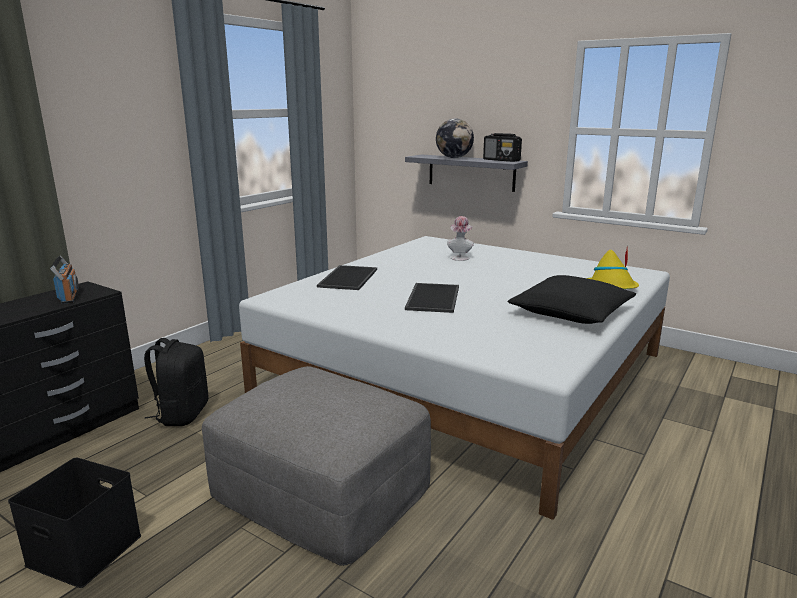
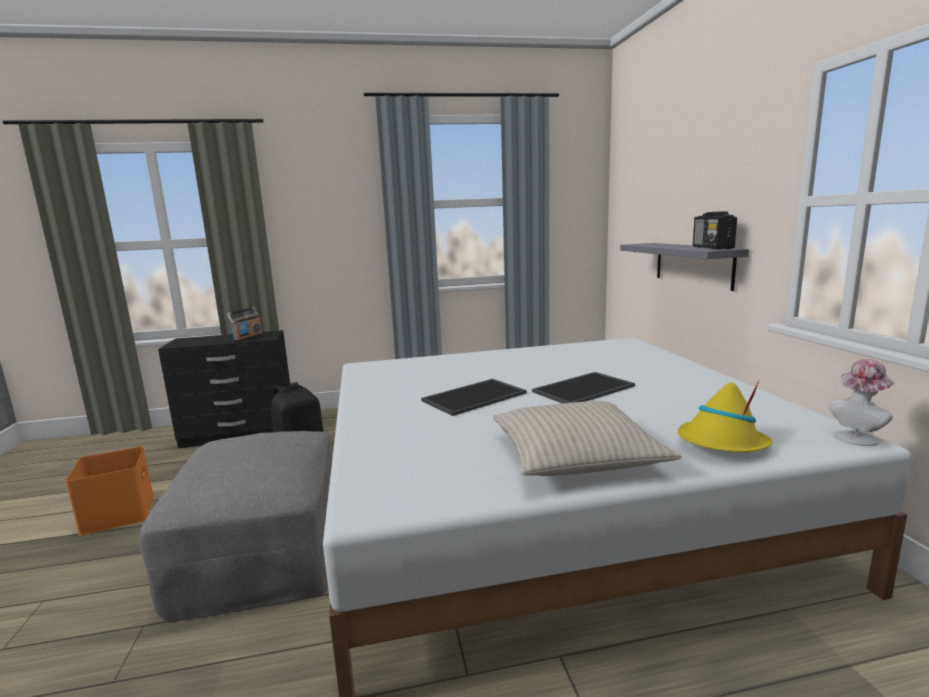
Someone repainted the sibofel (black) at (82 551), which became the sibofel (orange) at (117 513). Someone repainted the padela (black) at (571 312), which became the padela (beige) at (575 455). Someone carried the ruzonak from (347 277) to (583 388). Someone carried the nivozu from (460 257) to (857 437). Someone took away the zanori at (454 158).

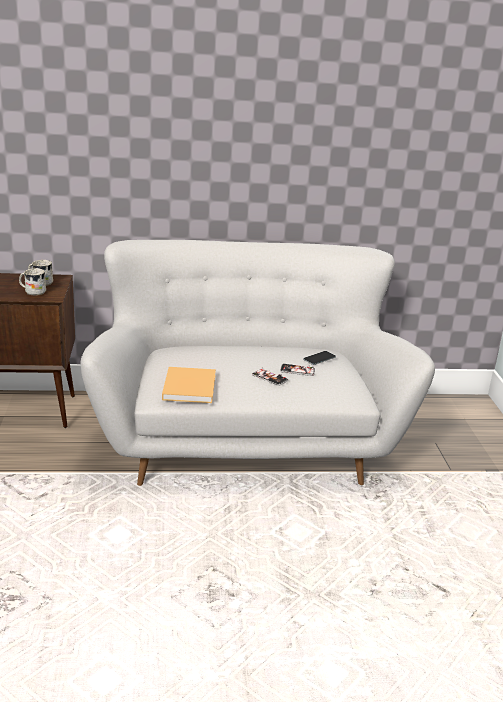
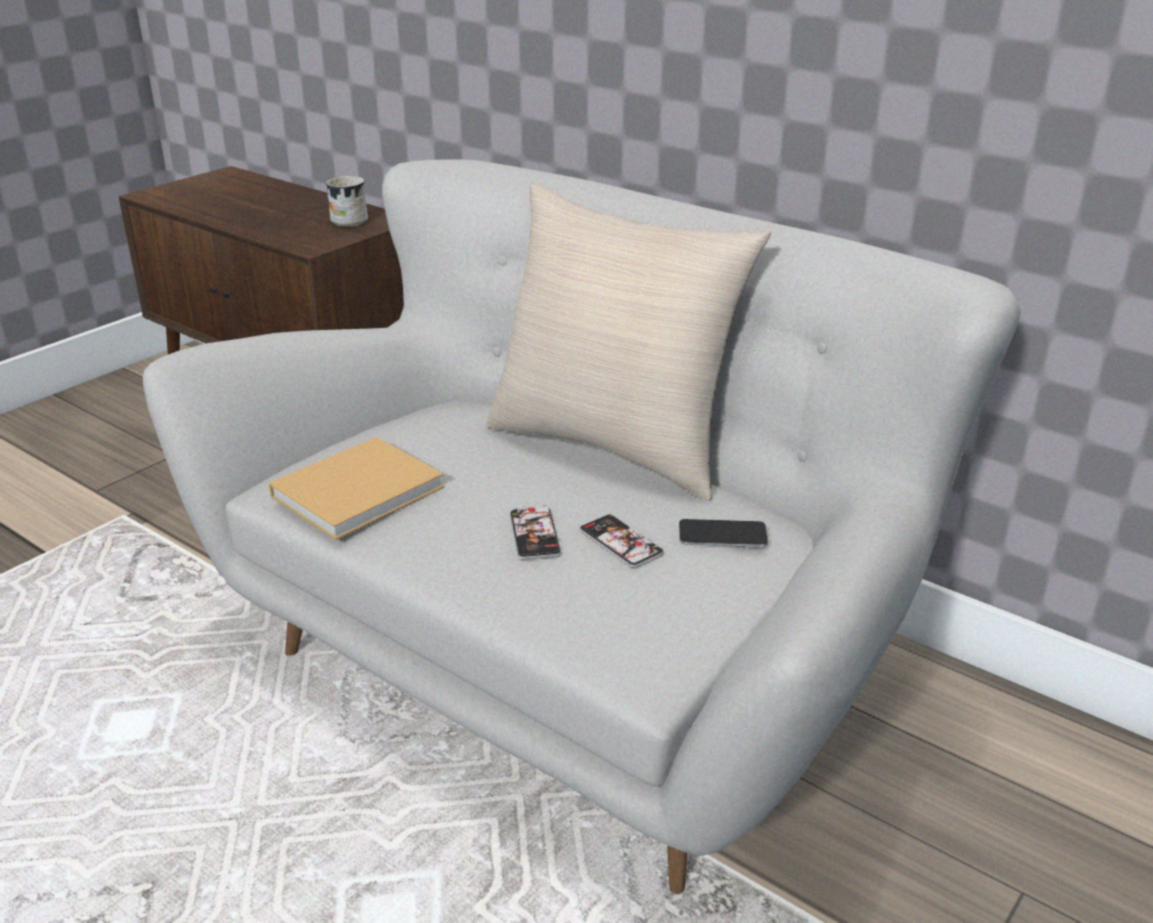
Someone put down the padela (beige) at (614 445). Someone took away the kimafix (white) at (32 291).

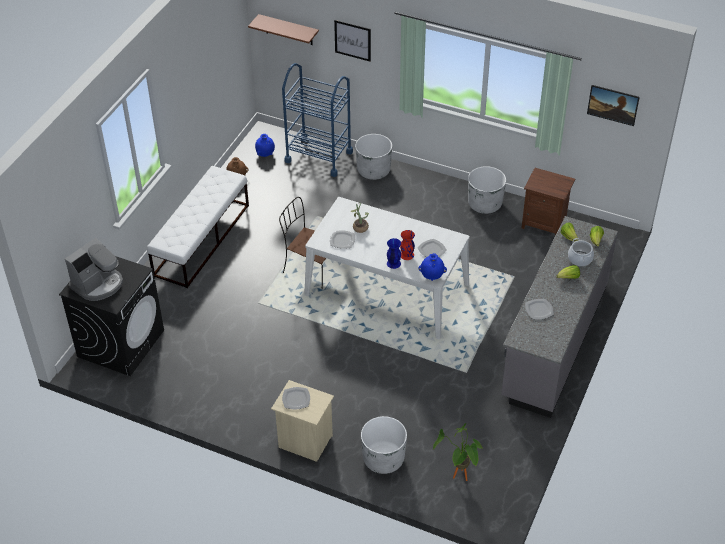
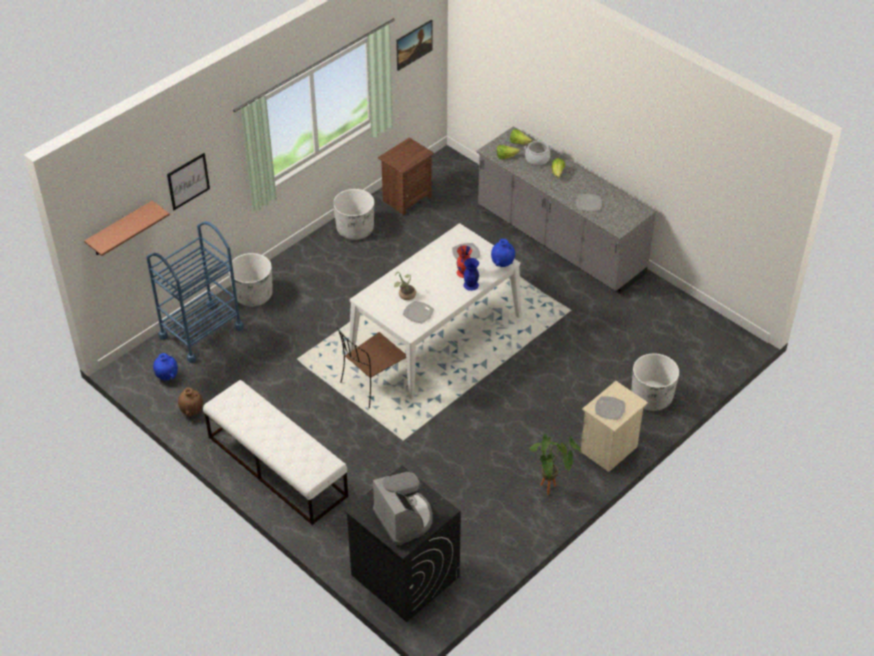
Someone carried the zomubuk from (459 479) to (551 491).

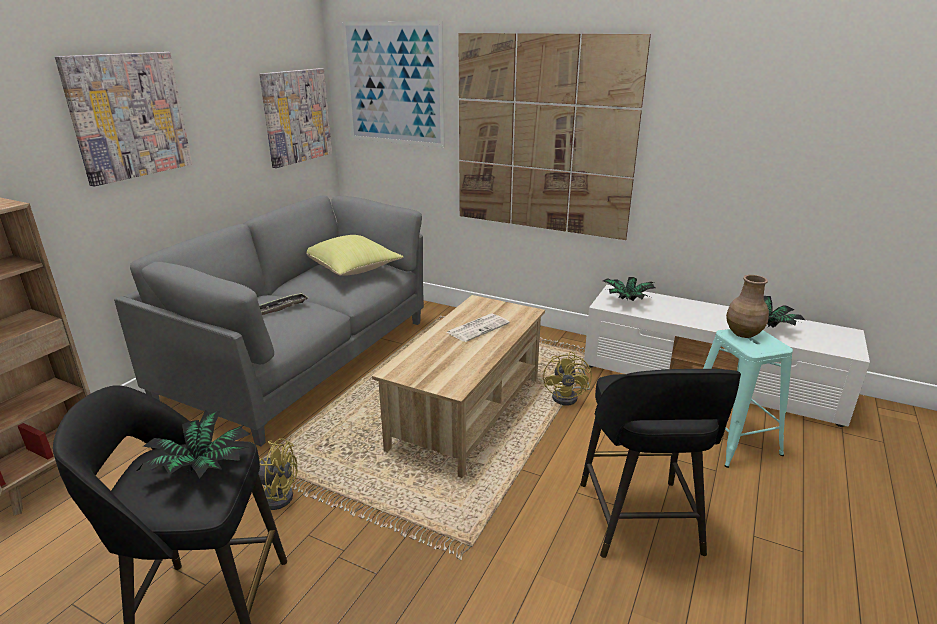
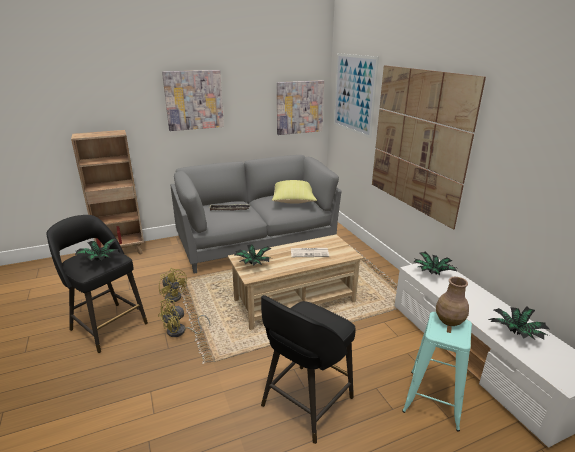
Someone carried the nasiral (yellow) from (569 397) to (180 332). Someone put down the zomubuk at (253 264).

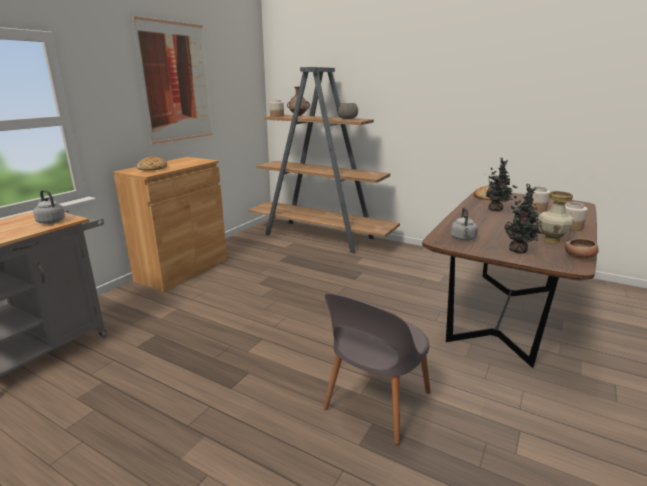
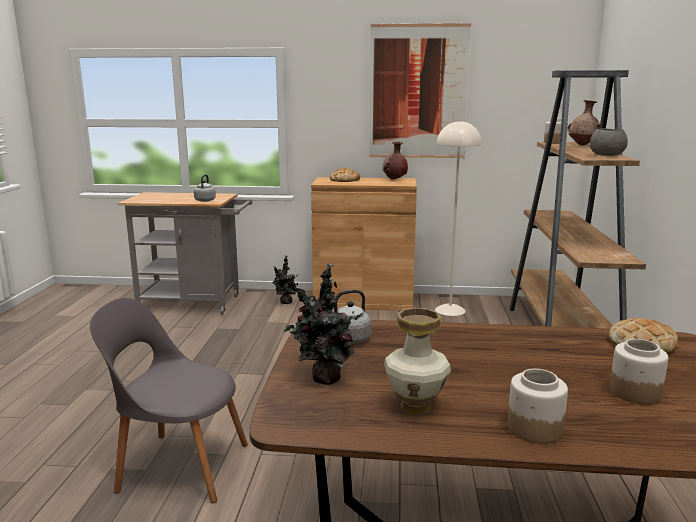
Someone carried the zomubuk from (496 210) to (285 302). Someone put down the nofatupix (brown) at (394 179). Someone put down the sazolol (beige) at (450 310). Someone took away the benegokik at (580 257).

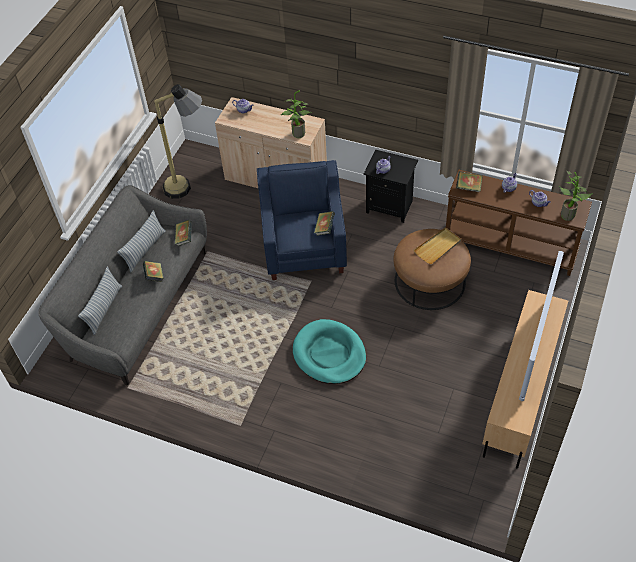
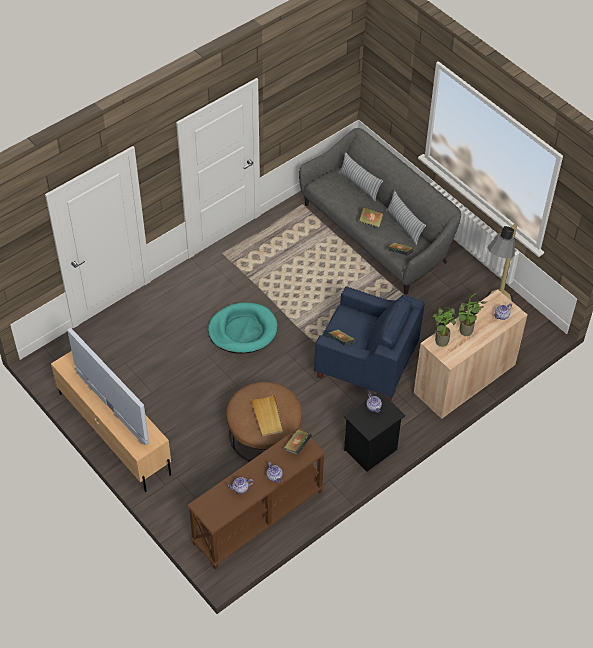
Someone carried the zomubuk from (569 215) to (466 333).

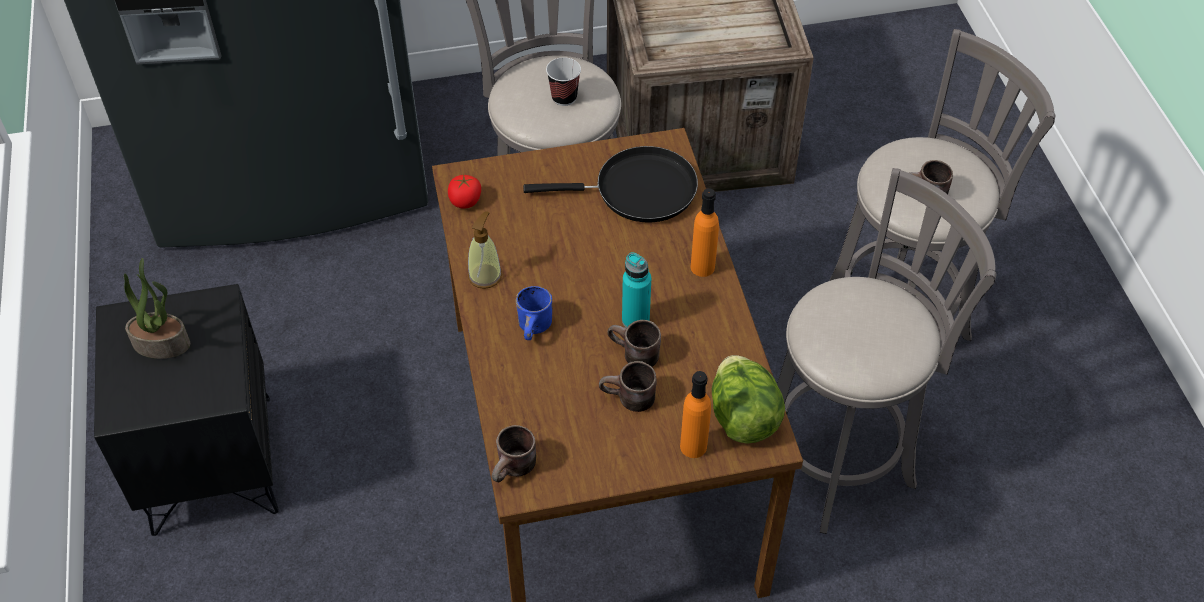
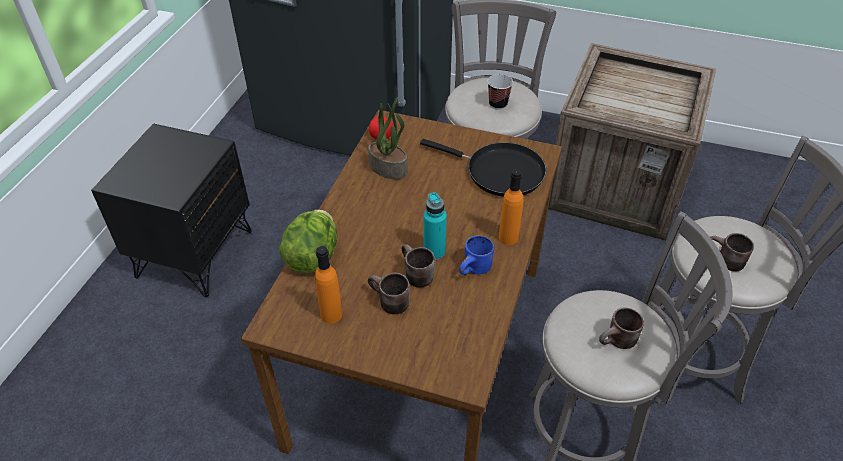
Someone carried the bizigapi from (743 418) to (312 257). Someone carried the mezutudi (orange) from (693 446) to (331 314). Someone carried the zomubuk from (162 343) to (389 168). Someone carried the kimafix (blue) from (536 328) to (476 270). Someone carried the kimafix (brown) from (516 470) to (618 343). Someone took away the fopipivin at (485 276).

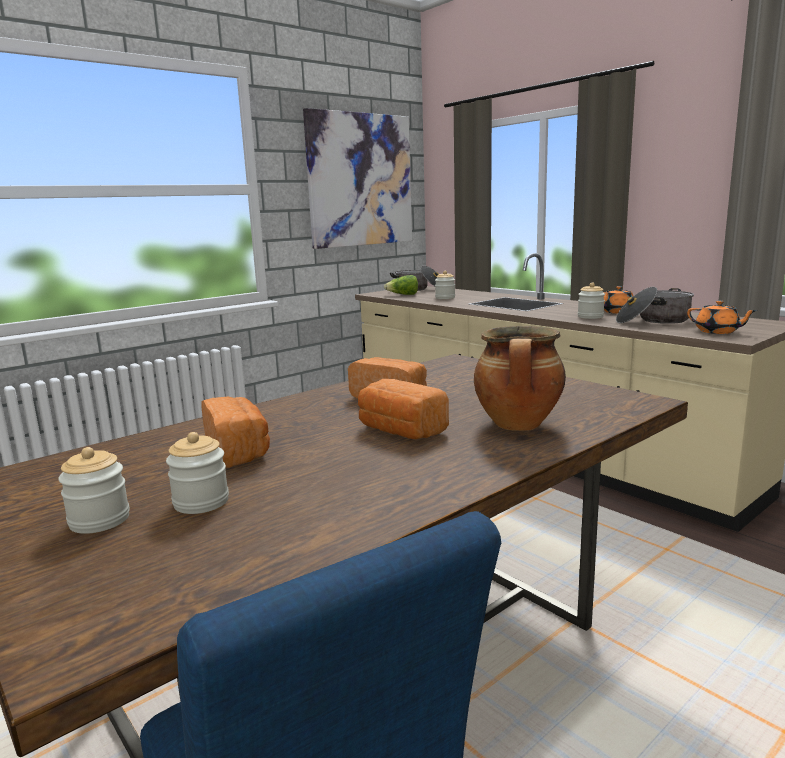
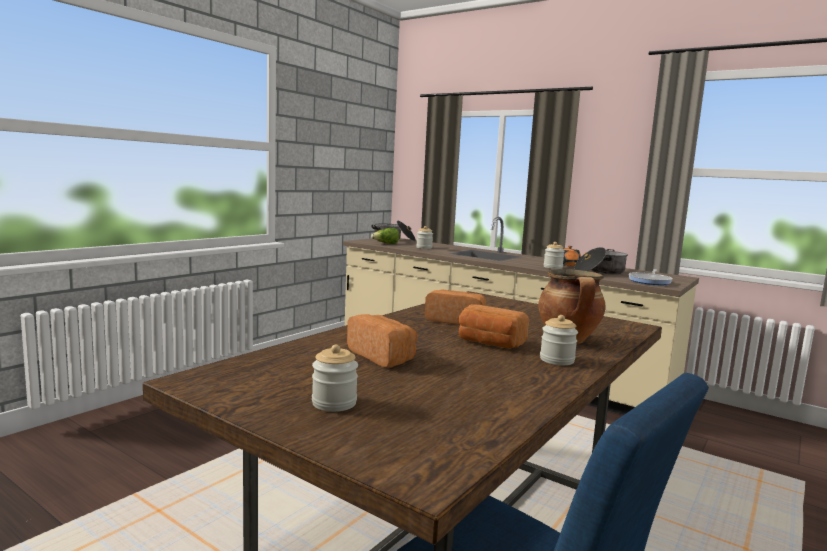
Someone carried the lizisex from (201 502) to (557 360). Someone swapped the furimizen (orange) at (718 332) for the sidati at (650 281). Someone took away the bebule at (360 180).

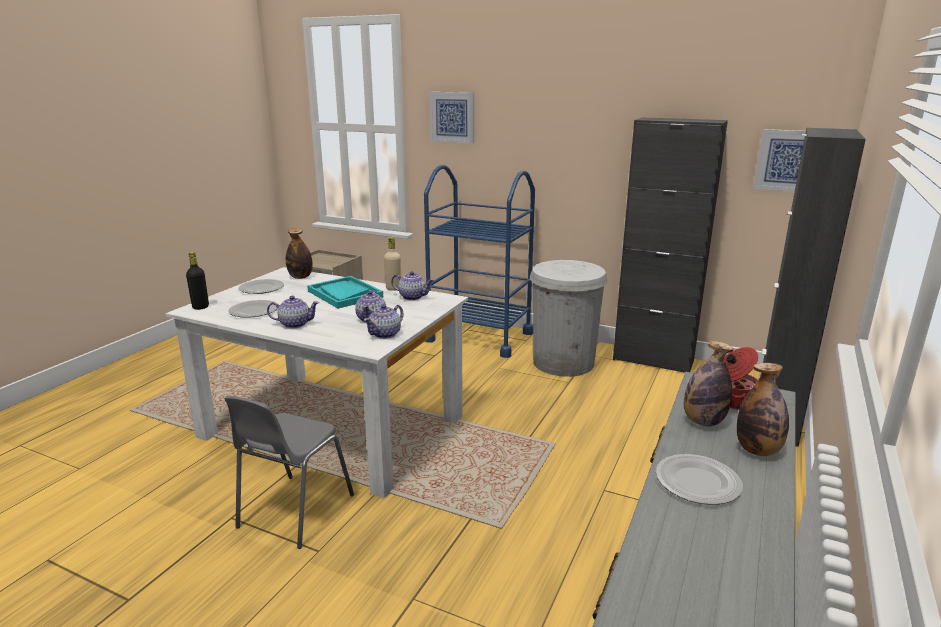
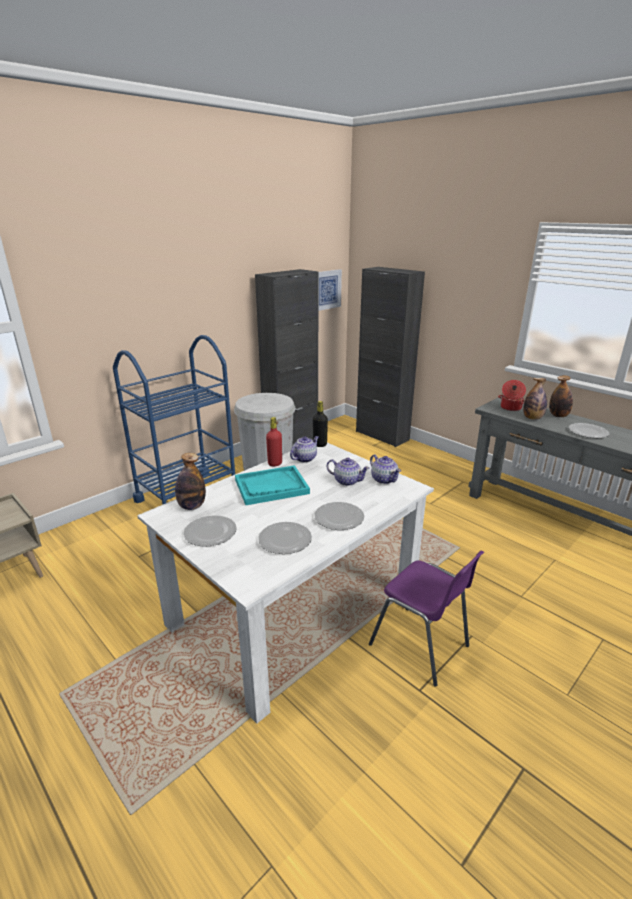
Someone repainted the mezutudi (beige) at (393 288), which became the mezutudi (red) at (275 463). Someone carried the mezutudi (black) from (200 307) to (320 444). Someone swapped the furimizen at (294 324) for the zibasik at (338 518). Someone repainted the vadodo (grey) at (293 512), which became the vadodo (purple) at (421 646). Someone took away the bebule at (452 117).

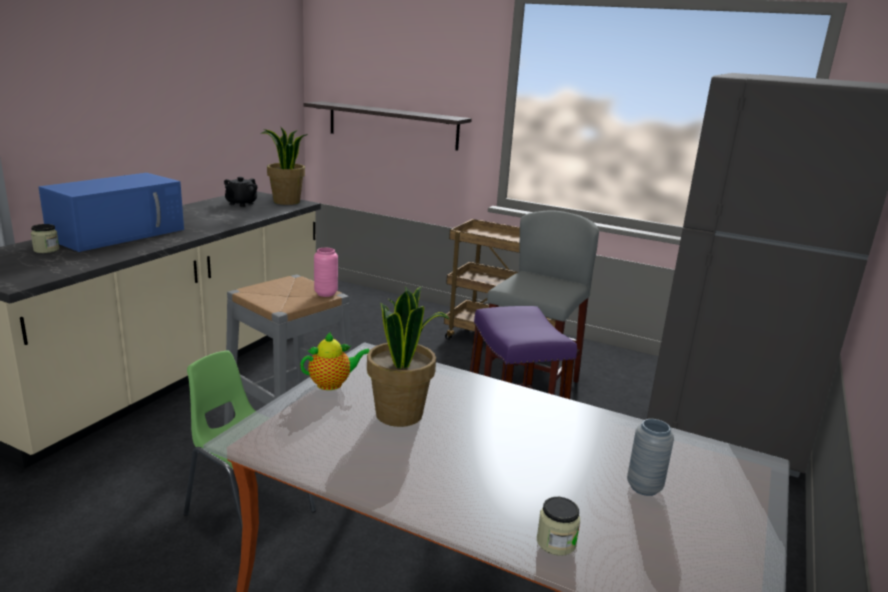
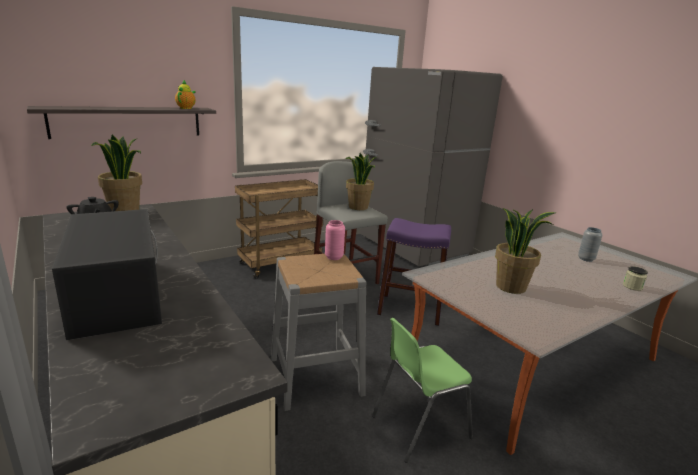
Someone repainted the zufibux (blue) at (119 233), which became the zufibux (black) at (116 293). Someone carried the furimizen from (332 384) to (186 108). Someone put down the zomubuk at (358 207). Someone took away the lizisex at (46 250).

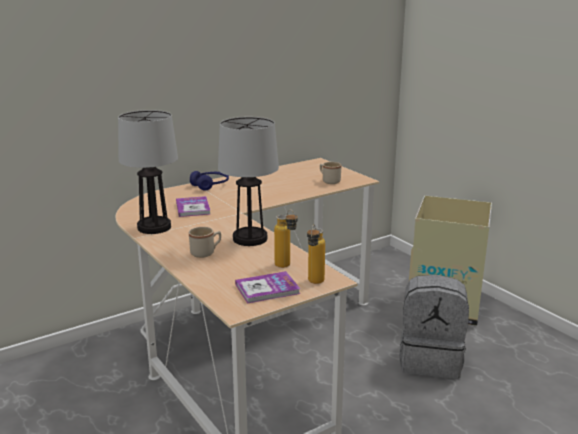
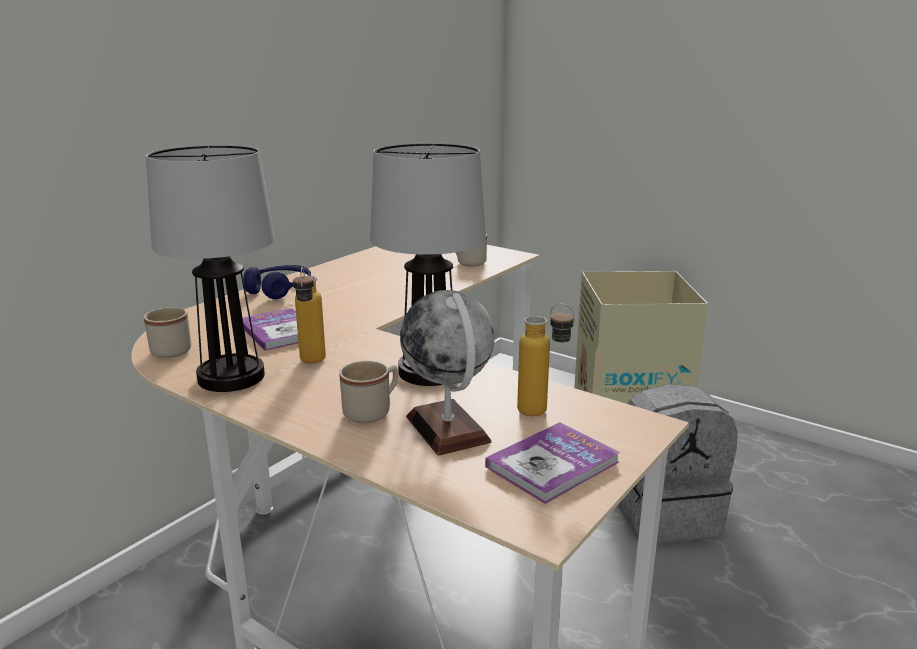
Someone put down the kimafix (beige) at (173 349). Someone carried the mezutudi from (314 283) to (311 363). Someone put down the zanori at (448 429).

